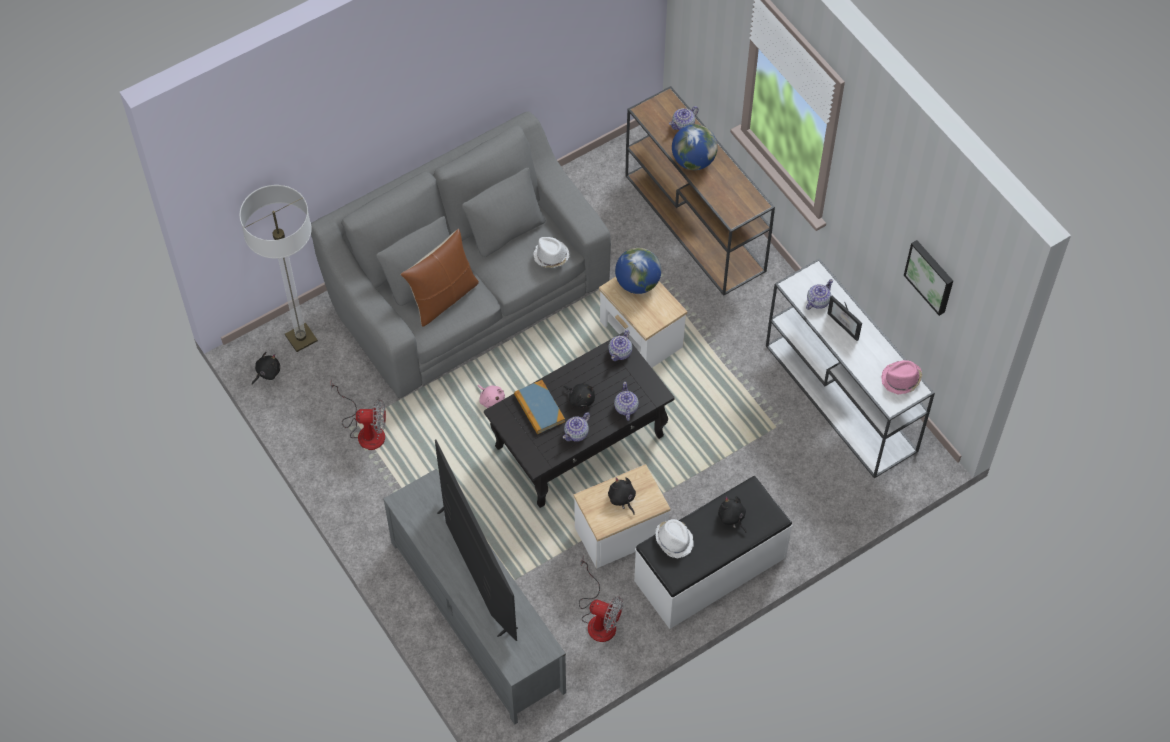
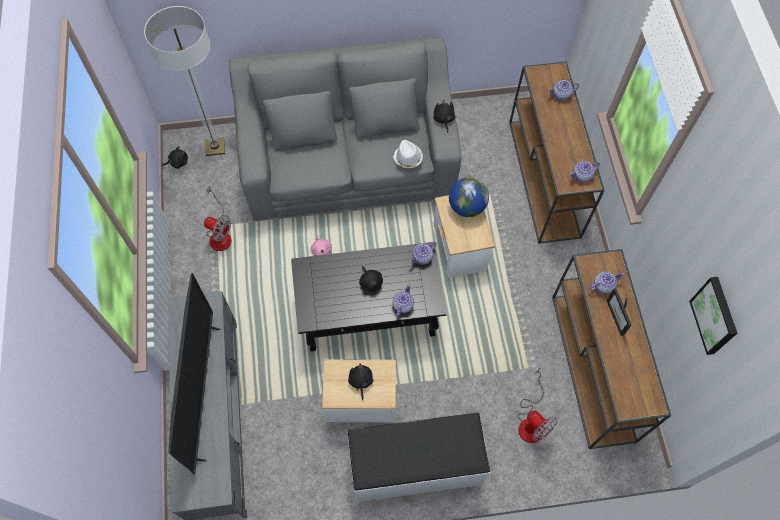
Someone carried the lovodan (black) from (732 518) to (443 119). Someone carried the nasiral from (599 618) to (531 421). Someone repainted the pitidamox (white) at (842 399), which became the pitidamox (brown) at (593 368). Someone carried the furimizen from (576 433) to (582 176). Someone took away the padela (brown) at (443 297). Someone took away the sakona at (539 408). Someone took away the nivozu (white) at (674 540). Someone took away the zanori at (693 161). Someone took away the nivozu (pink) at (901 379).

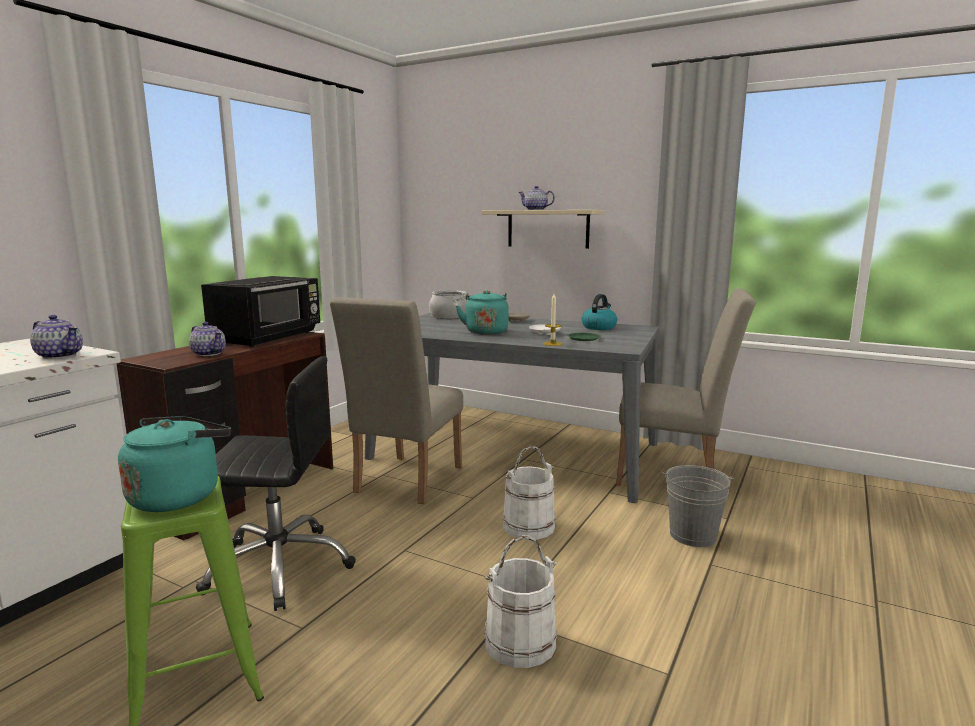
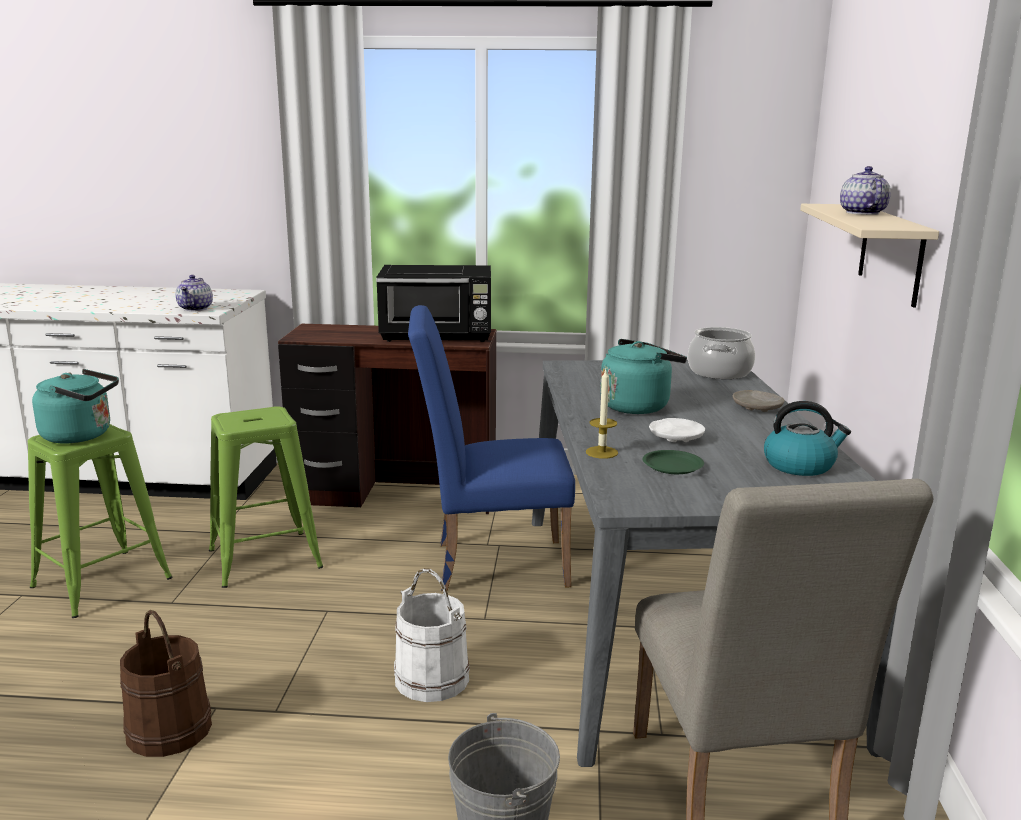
Someone repainted the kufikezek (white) at (520 642), which became the kufikezek (brown) at (170 729). Someone swapped the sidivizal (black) at (279 566) for the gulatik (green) at (266 559). Someone repainted the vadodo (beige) at (404 482), which became the vadodo (blue) at (489 563). Someone took away the furimizen at (209 353).

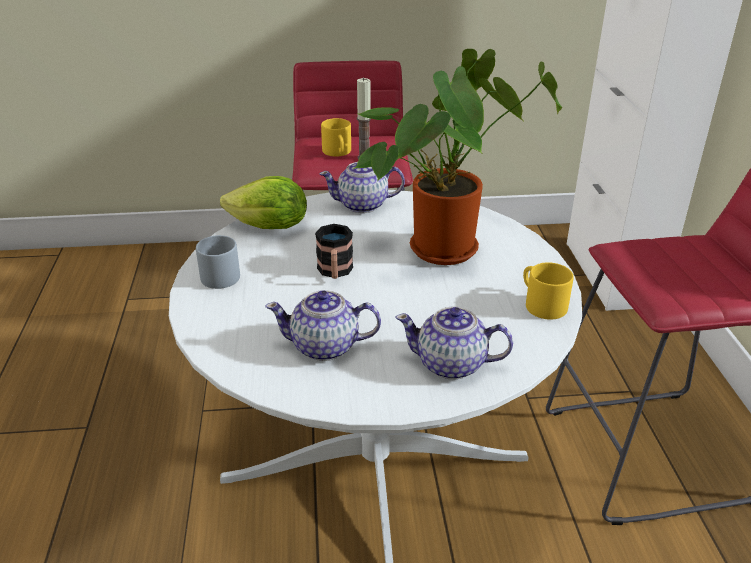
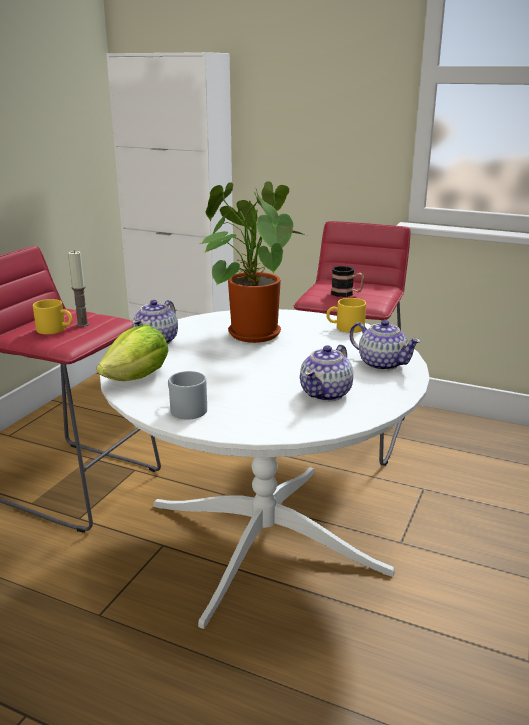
Someone carried the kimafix from (335 272) to (346 294). Someone rotated the furimizen at (452 364) by 90 degrees counterclockwise.

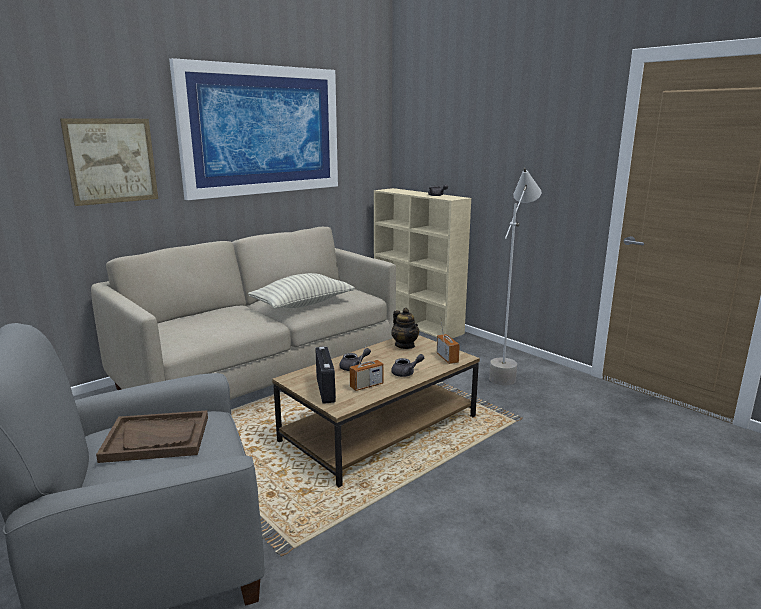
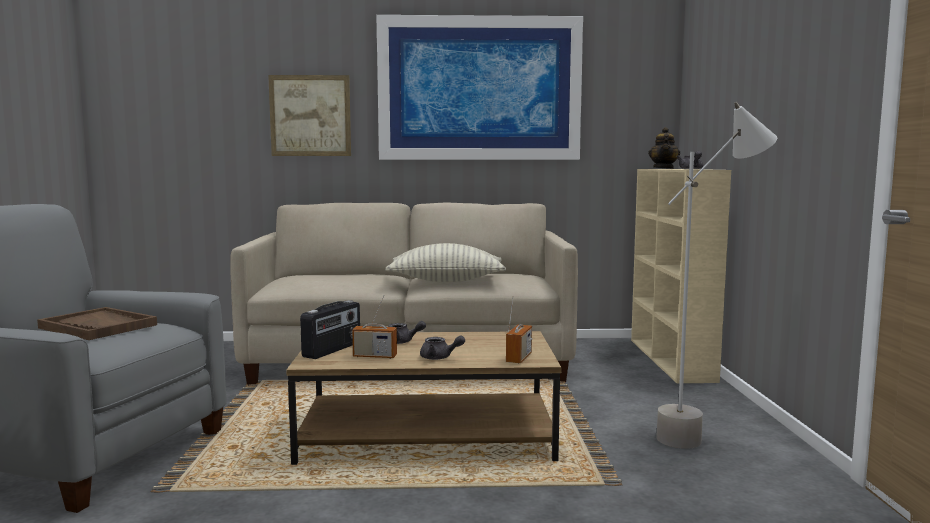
Someone carried the furimizen from (405 345) to (663 168).

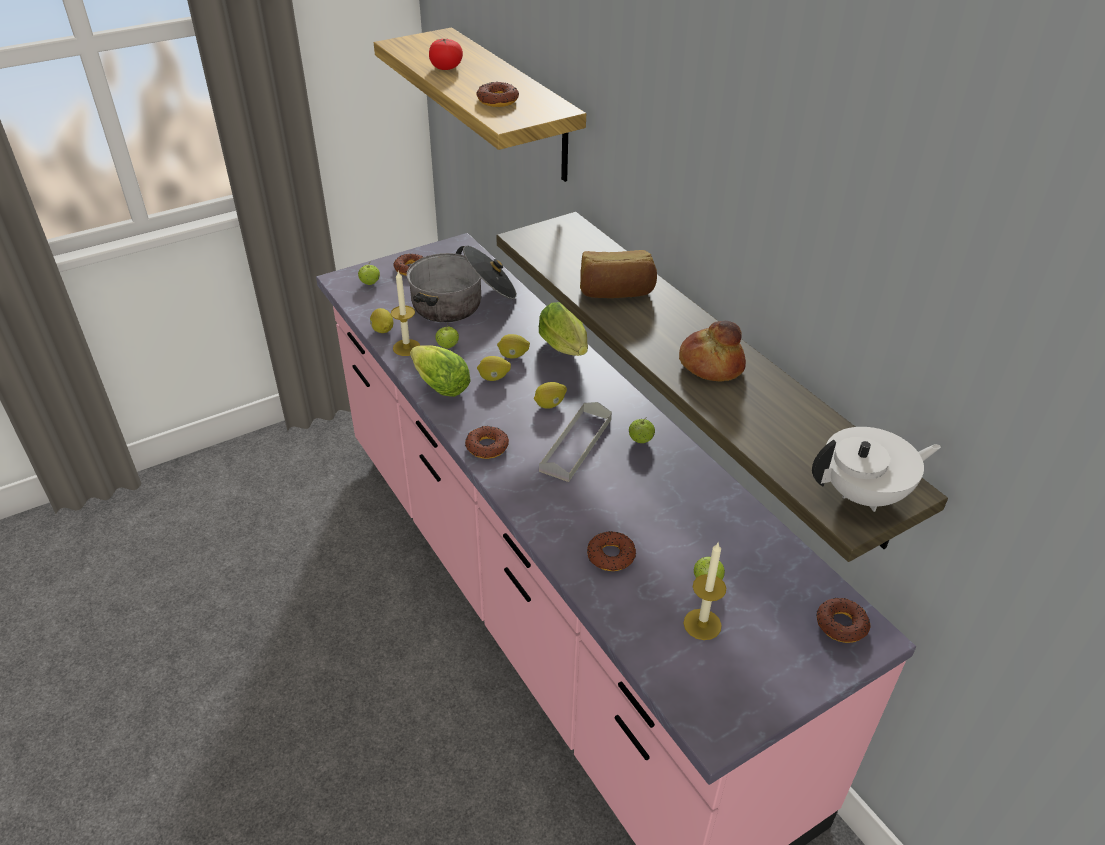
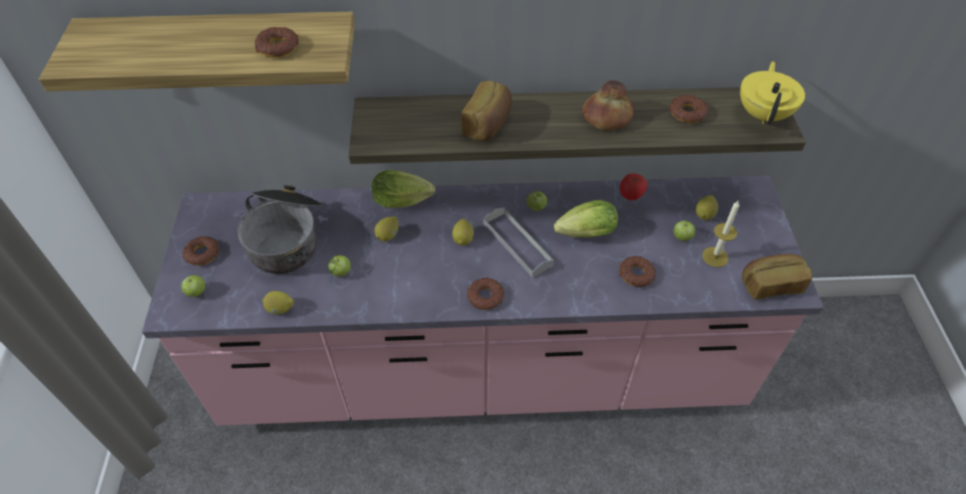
Someone carried the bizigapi from (438 385) to (583 234). Someone carried the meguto from (446 68) to (631 194). Someone carried the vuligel from (841 624) to (687 113). Someone carried the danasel from (494 378) to (704 214). Someone repainted the furimizen (white) at (864 494), which became the furimizen (yellow) at (763 114). Someone put down the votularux at (770 284). Someone took away the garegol at (406 347).

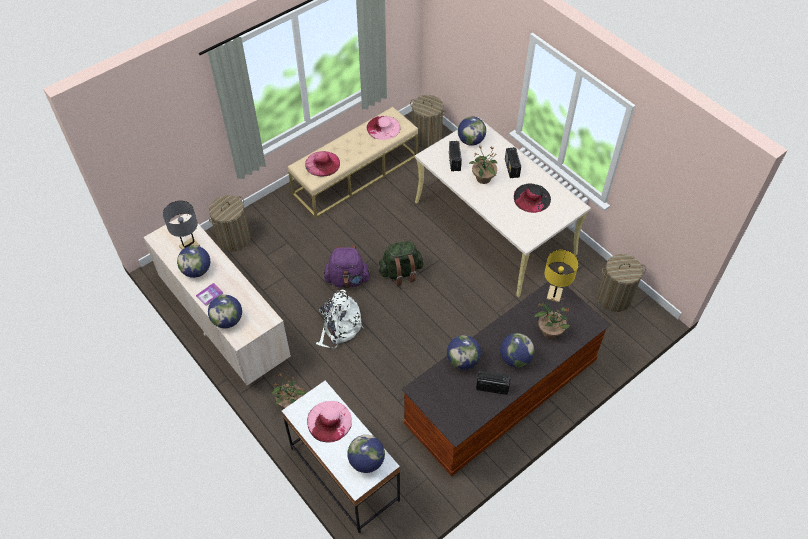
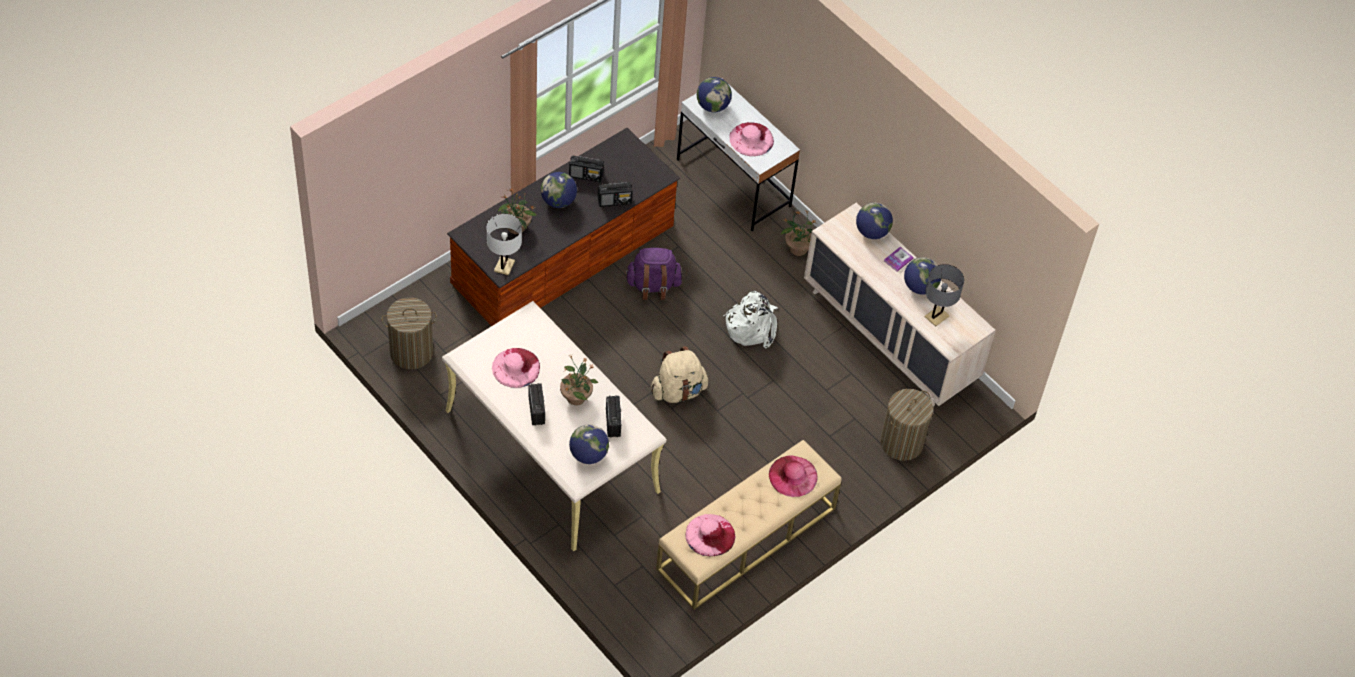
Someone repainted the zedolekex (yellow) at (554 294), which became the zedolekex (white) at (504 266). Someone repainted the nivozu (black) at (532 198), which became the nivozu (pink) at (516 367). Someone swapped the zanori at (462 360) for the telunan at (615 201). Someone carried the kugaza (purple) from (347 279) to (653 286). Someone repainted the kugaza (green) at (401 272), which became the kugaza (beige) at (678 391). Someone took away the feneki at (426 137).

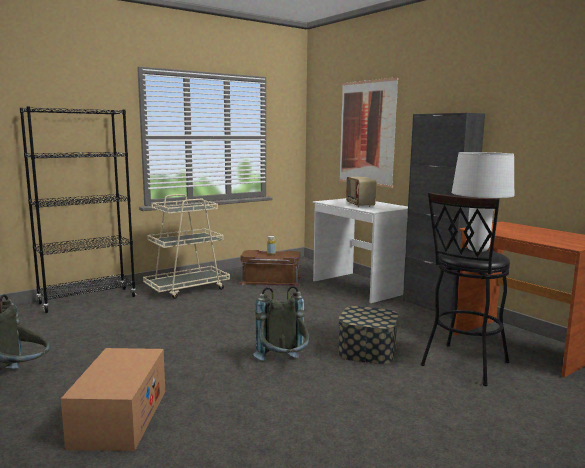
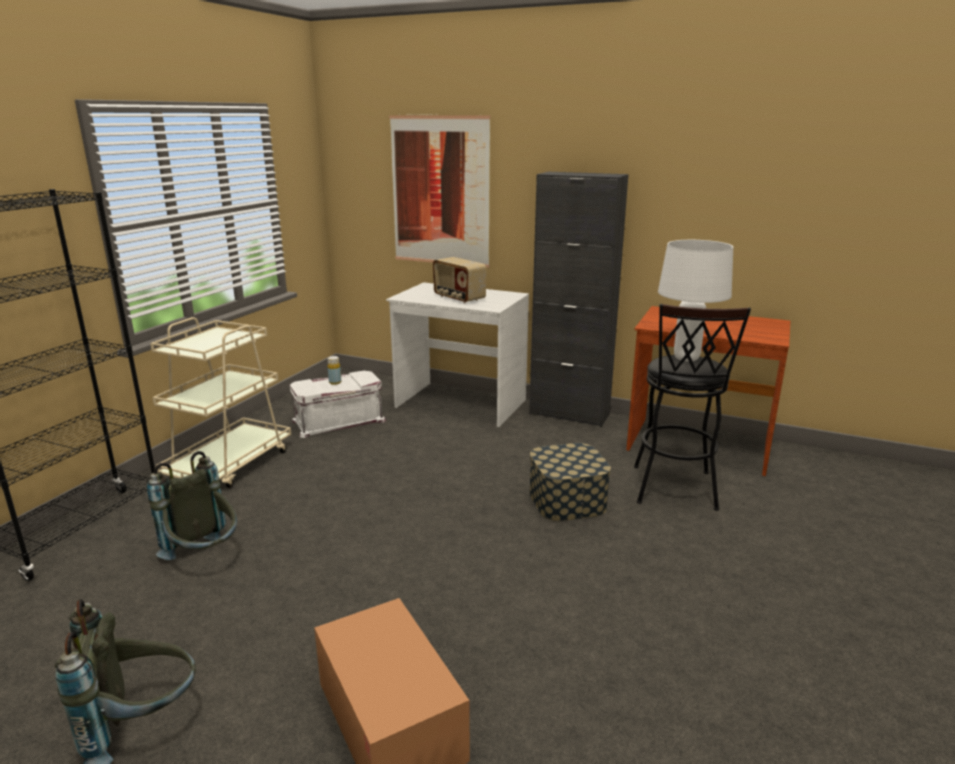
Someone carried the kugaza (grey) from (283 365) to (205 558). Someone repainted the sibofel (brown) at (271 281), which became the sibofel (white) at (338 420).

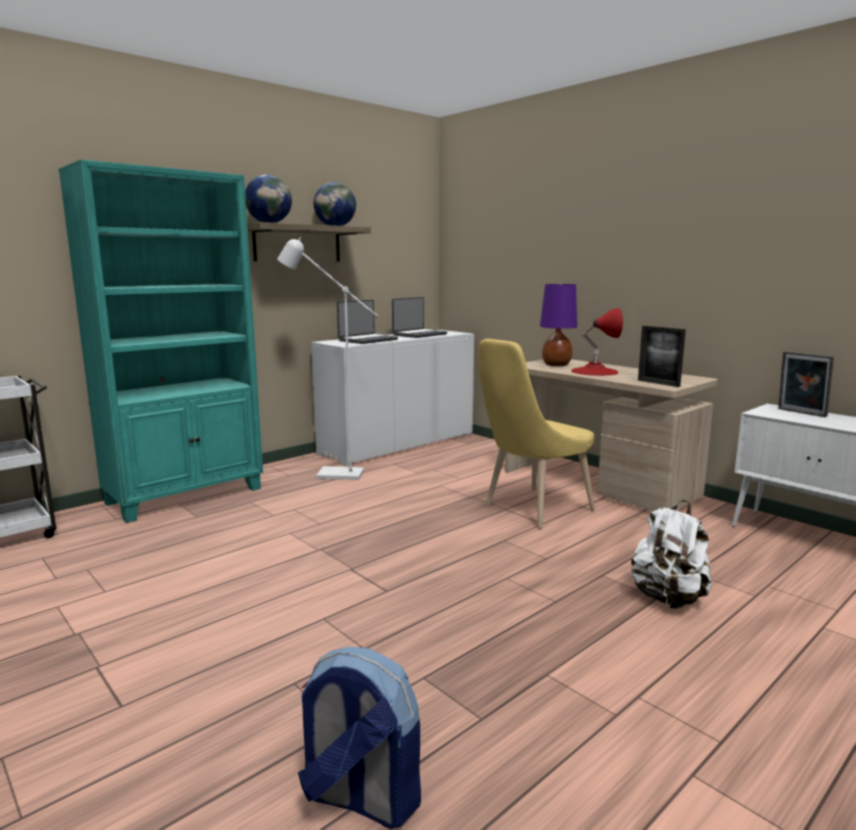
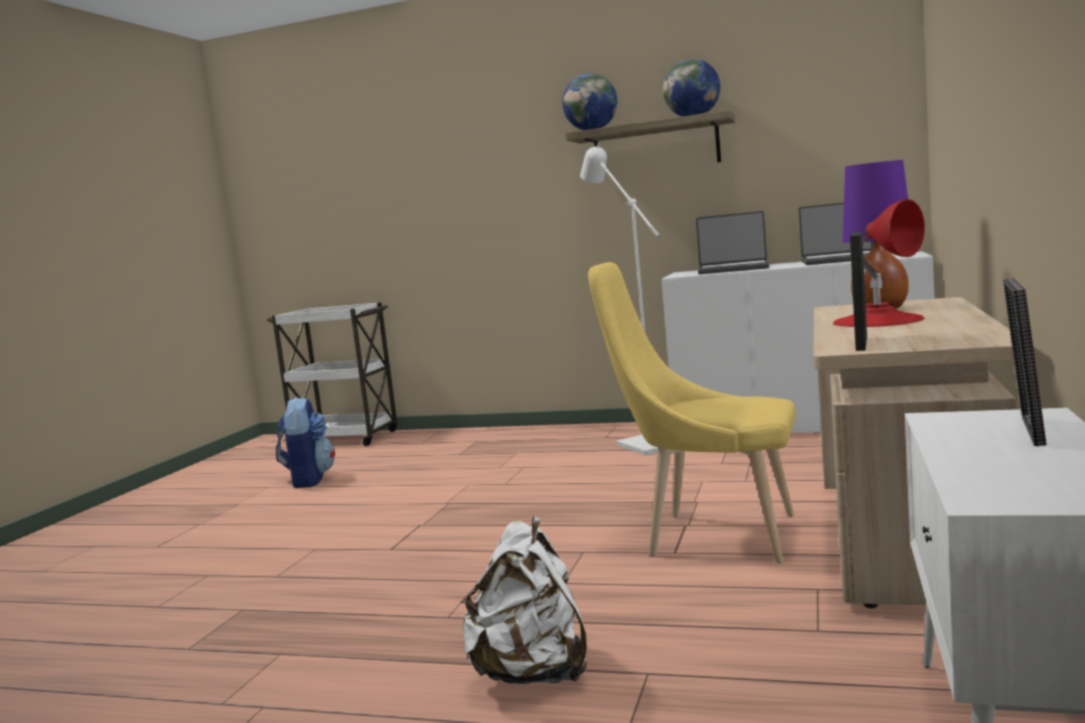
Someone carried the kugaza from (360 798) to (308 480). Someone took away the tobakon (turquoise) at (187 496).

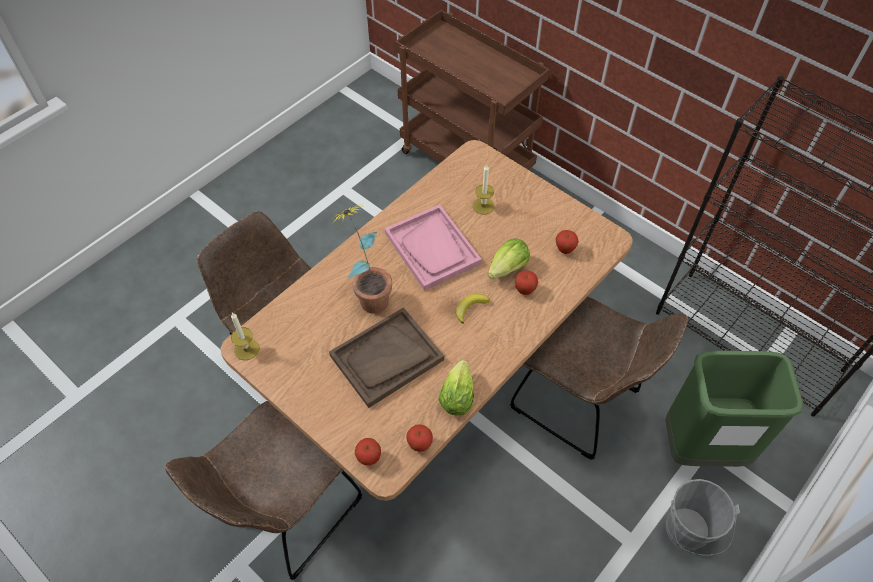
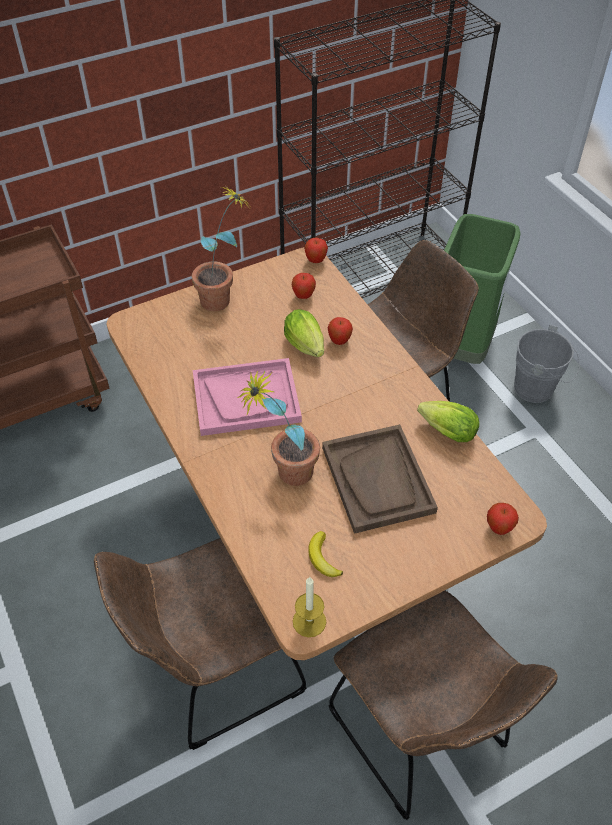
Someone put down the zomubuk at (224 298). Someone carried the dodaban from (420 445) to (315 261). Someone carried the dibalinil from (470 308) to (323 558). Someone took away the garegol at (483 206).

